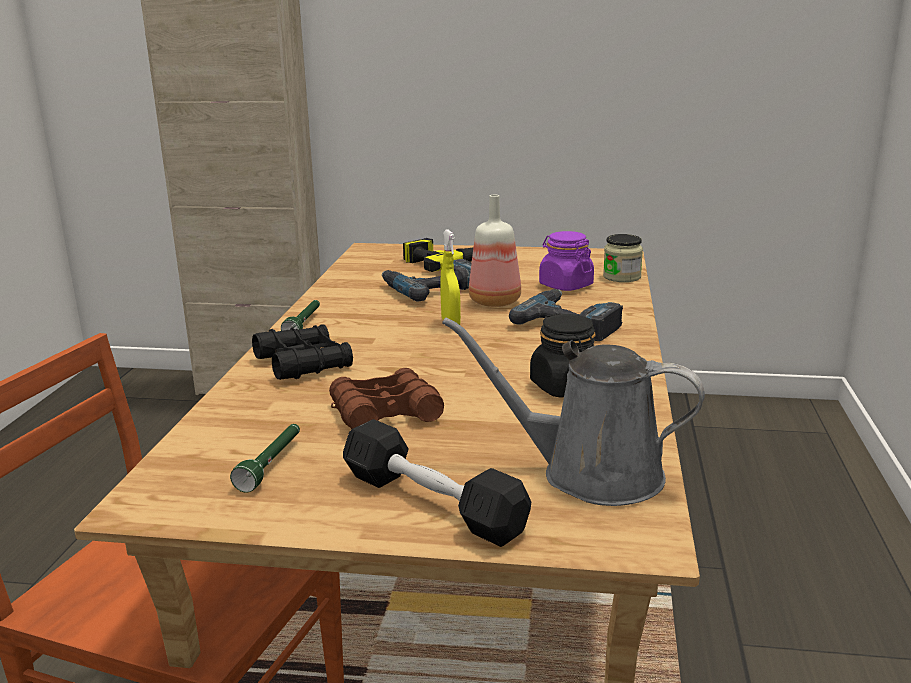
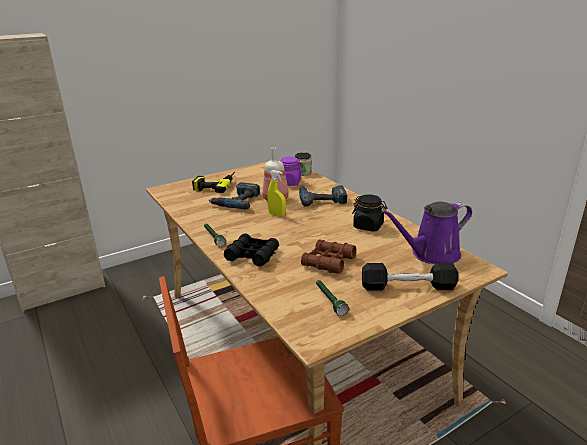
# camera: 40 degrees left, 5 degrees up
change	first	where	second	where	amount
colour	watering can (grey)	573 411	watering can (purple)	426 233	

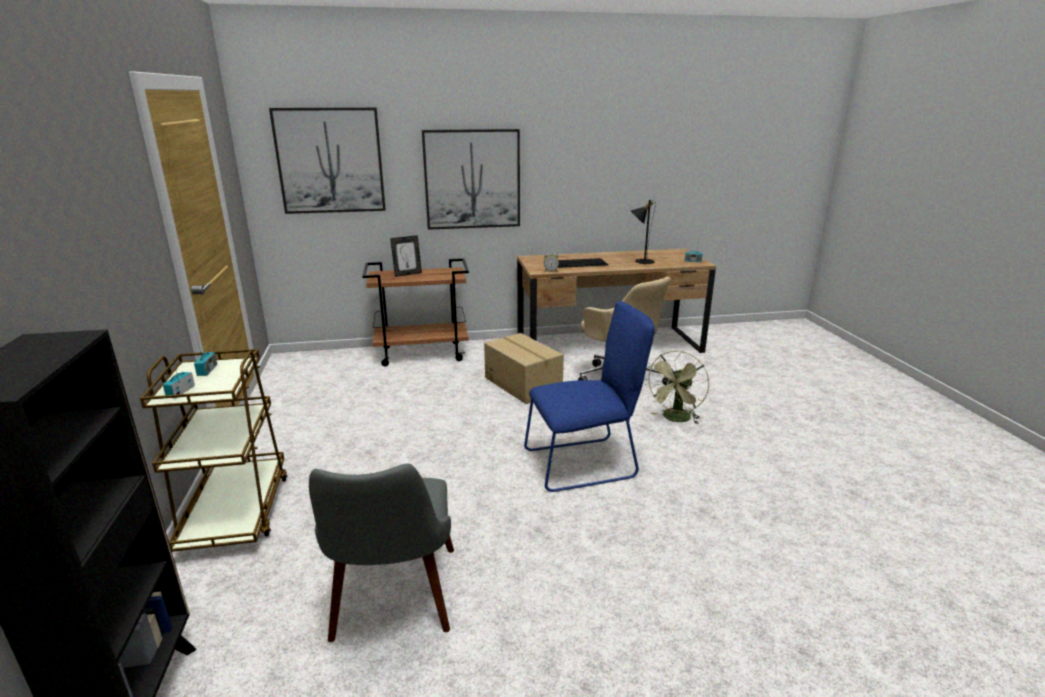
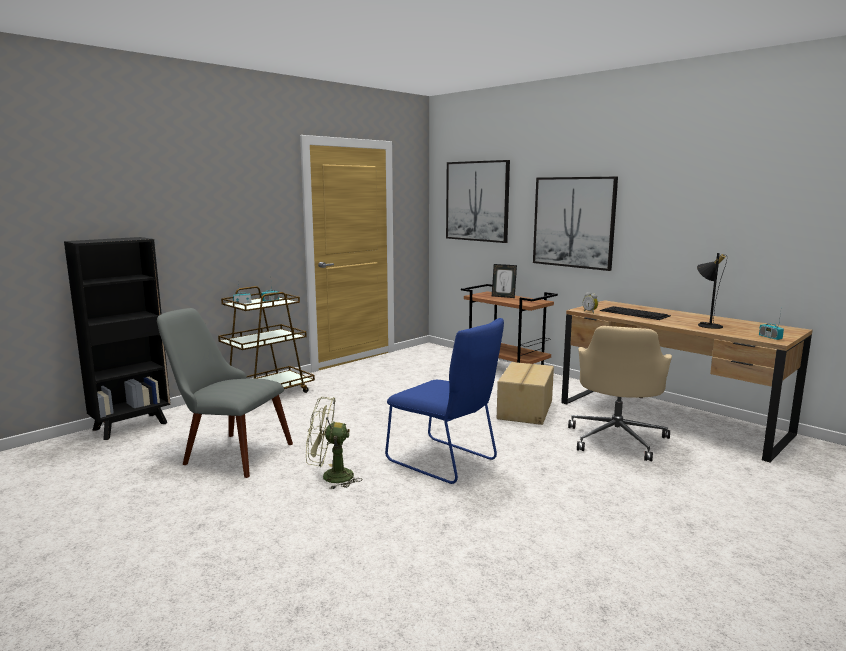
# camera: 55 degrees right, 10 degrees down
change	first	where	second	where	amount
spun	chair (grey)	381 553		225 393	60 degrees clockwise
relocated	fan (green)	677 387		334 443	

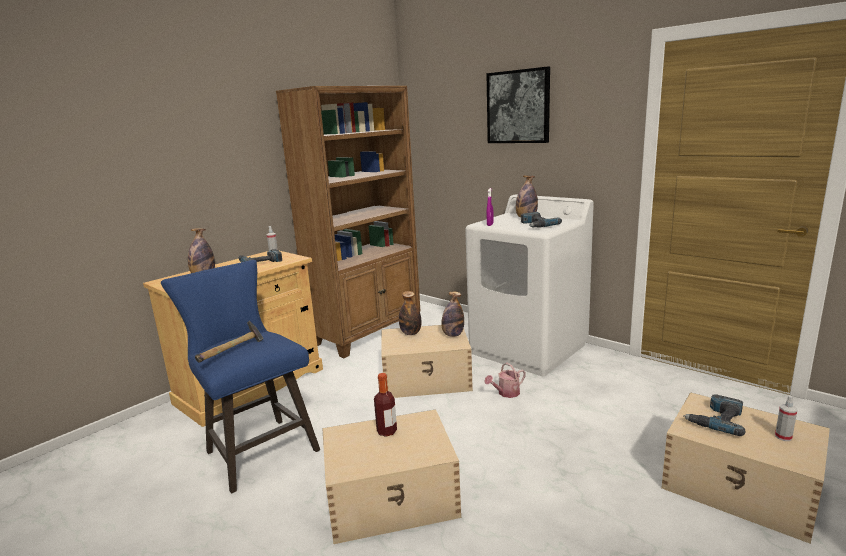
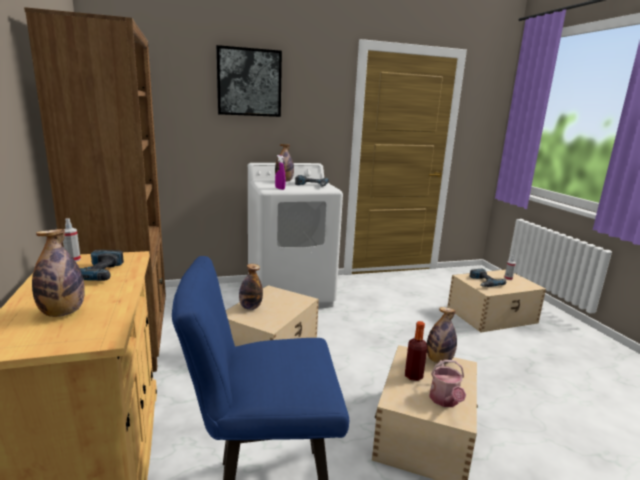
# camera: 60 degrees left, 0 degrees up
change	first	where	second	where	amount
missing	hammer	229 342			
relocated	bottle	452 314		442 335	
relocated	watering can	505 380		447 383	

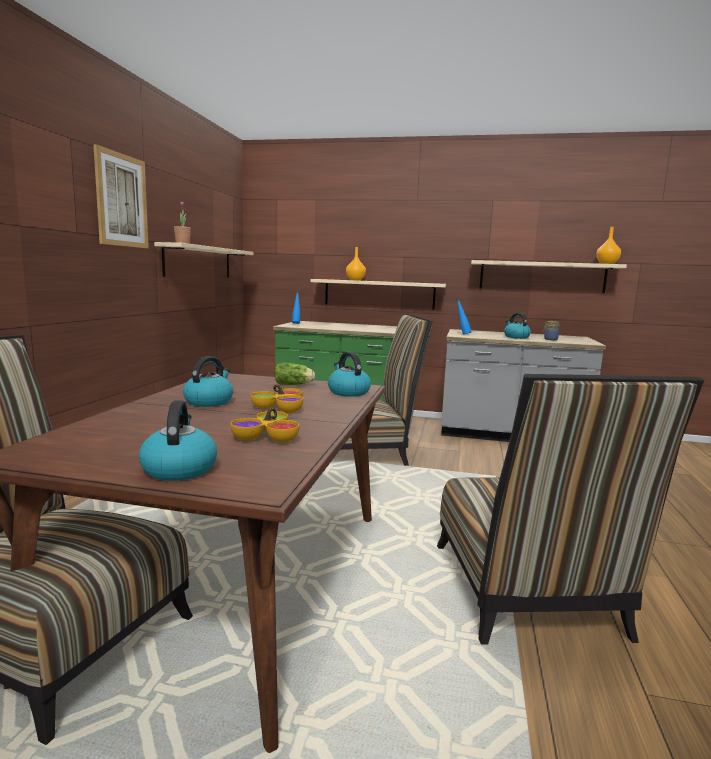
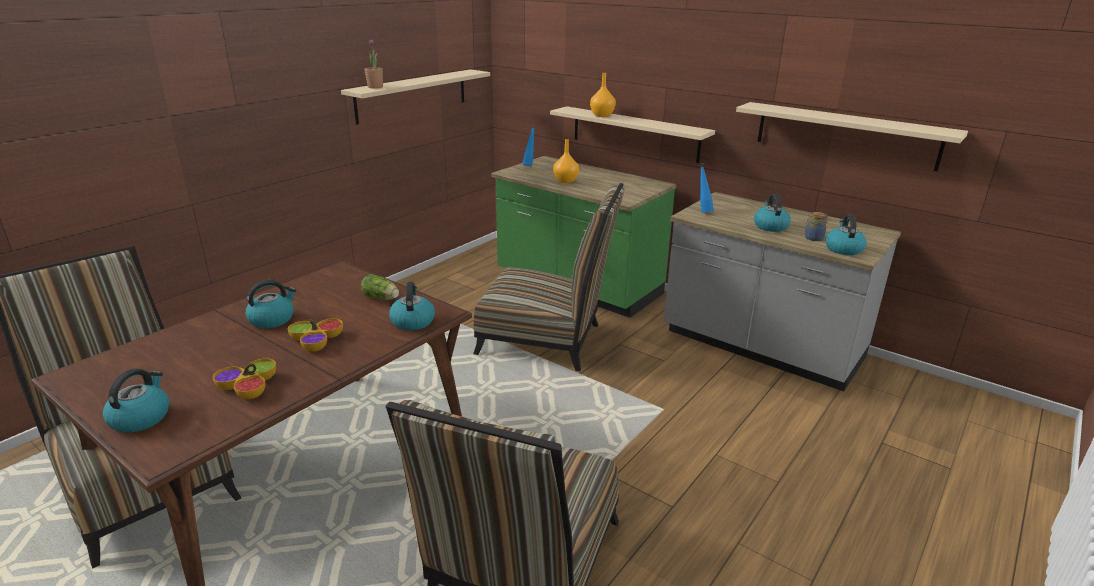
# camera: 25 degrees right, 15 degrees up
change	first	where	second	where	amount
missing	picture	121 196			
relocated	vase (orange)	608 245		566 161	
appeared			kettle	846 234	

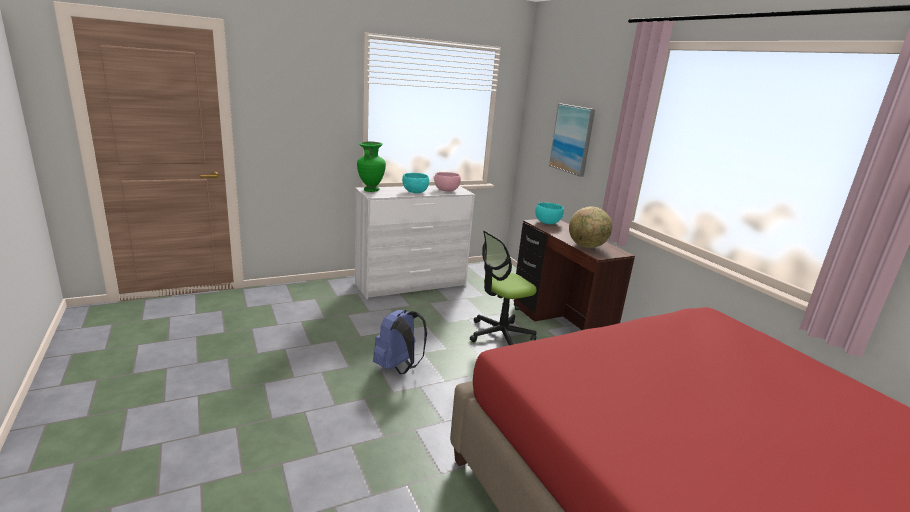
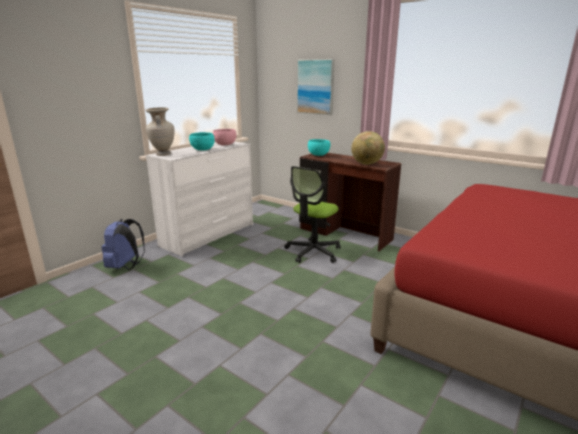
# camera: 25 degrees left, 0 degrees up
change	first	where	second	where	amount
colour	vase (green)	371 166	vase (beige)	160 131	
relocated	backpack (blue)	400 342		123 244	

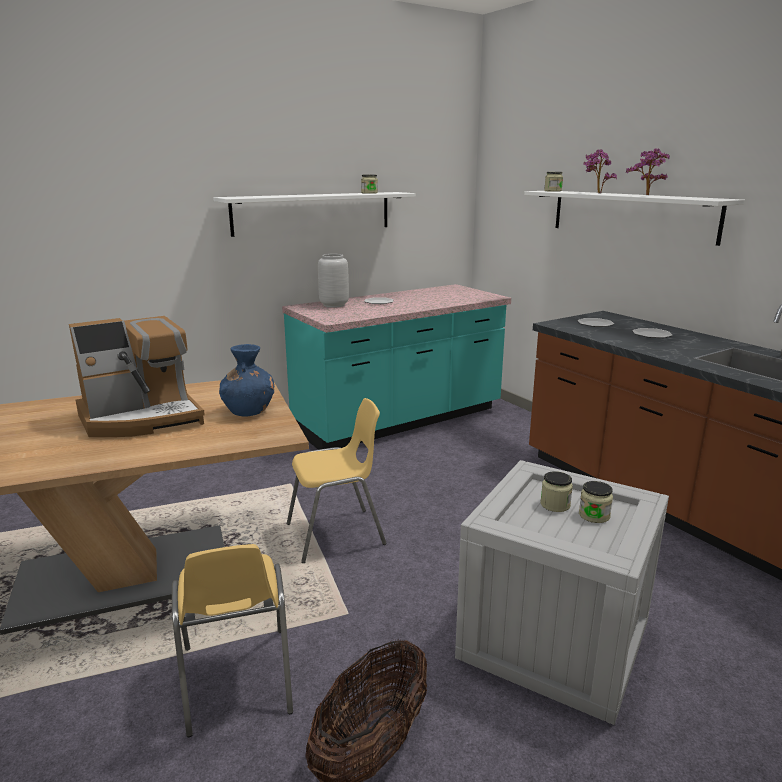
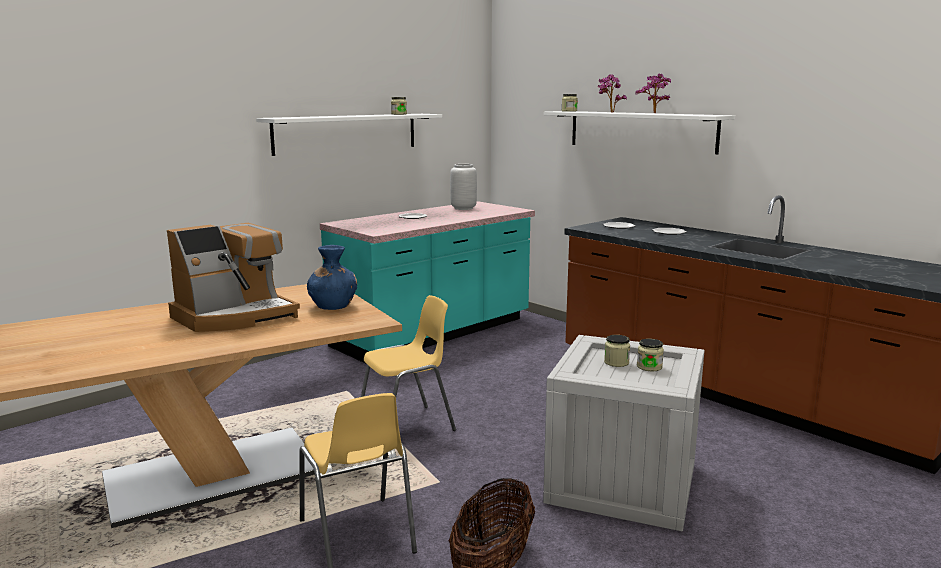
# camera: 10 degrees left, 5 degrees down
change	first	where	second	where	amount
relocated	vase (grey)	333 281		463 187	

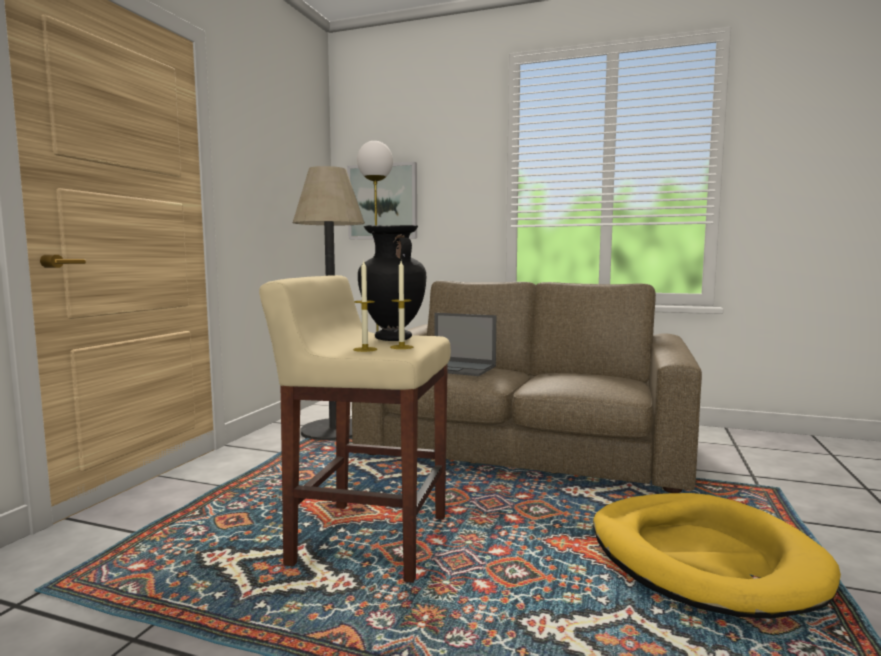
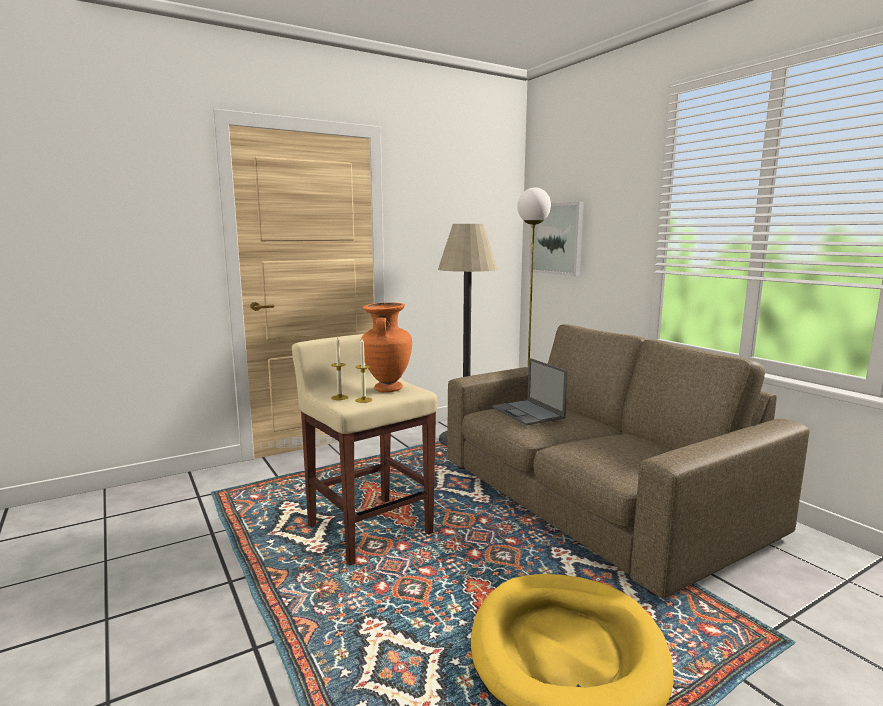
# camera: 40 degrees right, 5 degrees up
change	first	where	second	where	amount
colour	vase (black)	392 283	vase (orange)	386 347	

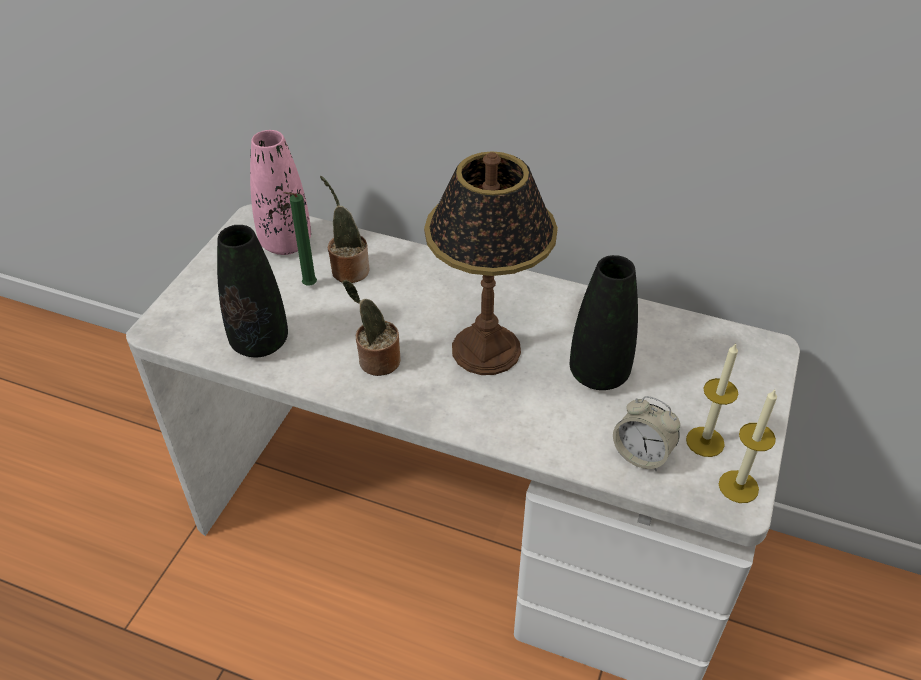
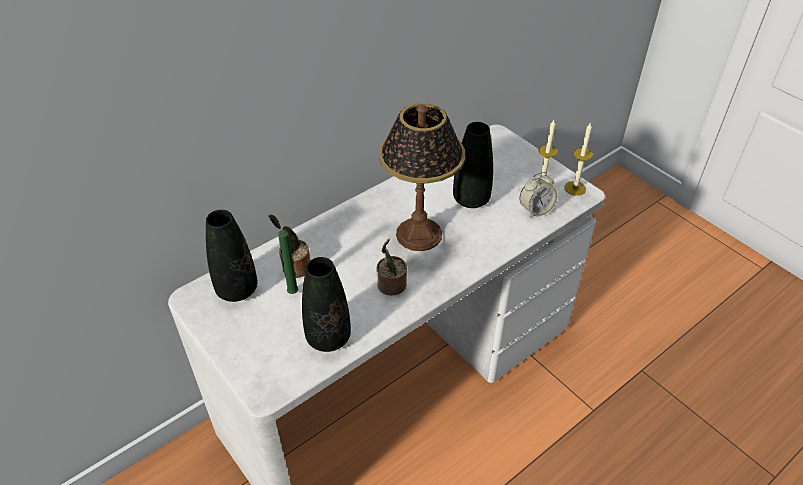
# camera: 60 degrees left, 0 degrees up
change	first	where	second	where	amount
colour	vase (pink)	280 192	vase (black)	232 256	

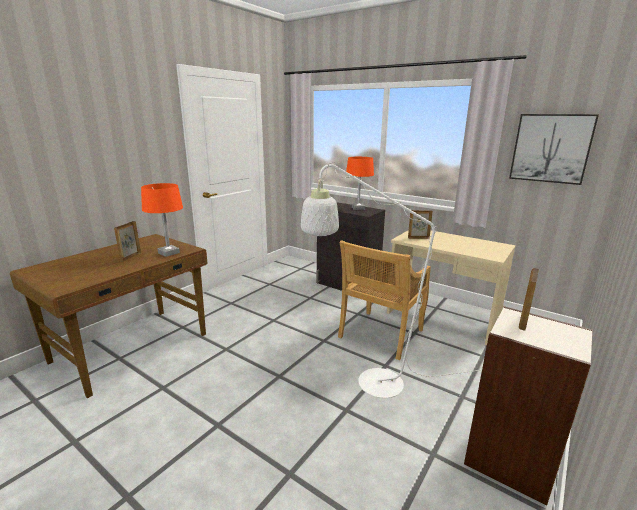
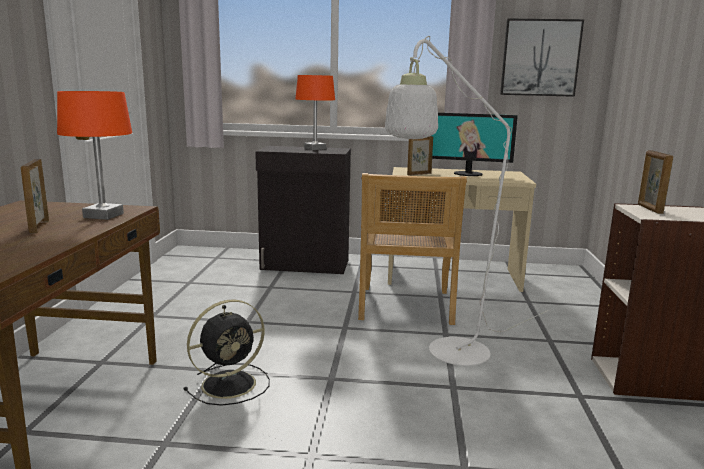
# camera: 30 degrees left, 5 degrees down
change	first	where	second	where	amount
appeared			fan (black)	227 353	
appeared			monitor	474 144	

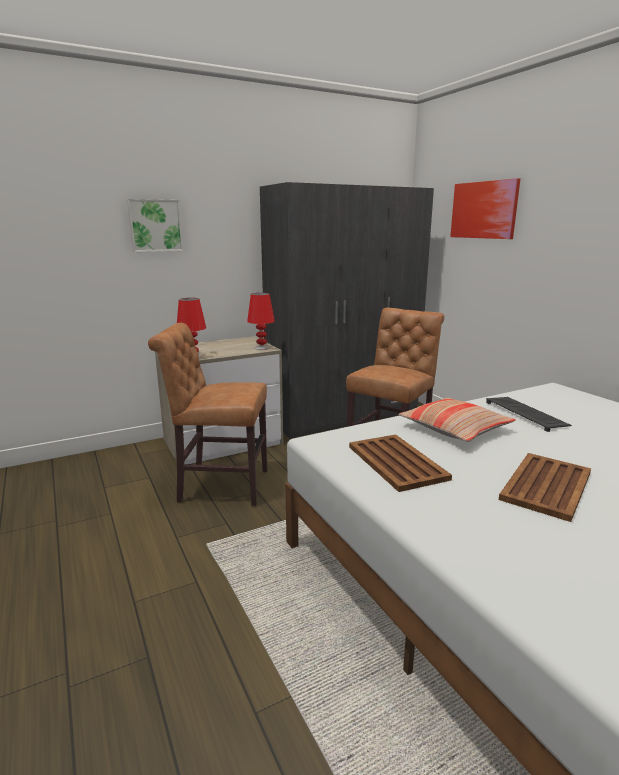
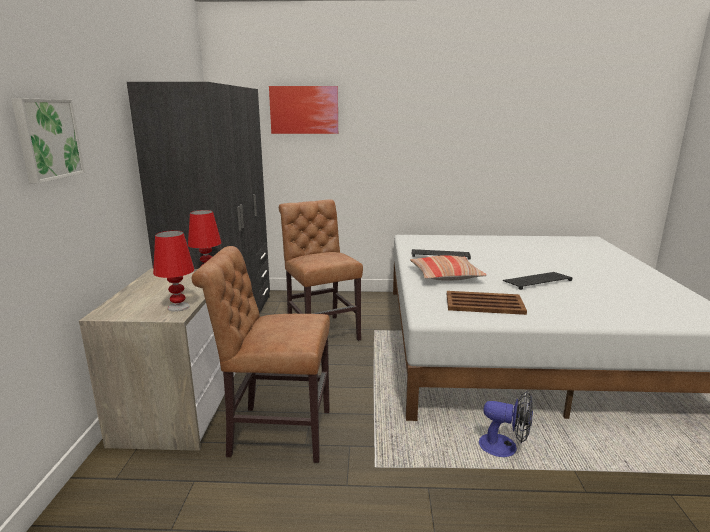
# camera: 60 degrees left, 0 degrees up
change	first	where	second	where	amount
spun	chair (brown)	207 414		261 354	60 degrees clockwise
exchanged	tray (brown)	545 487	keyboard	537 281	
appeared			fan	506 424	

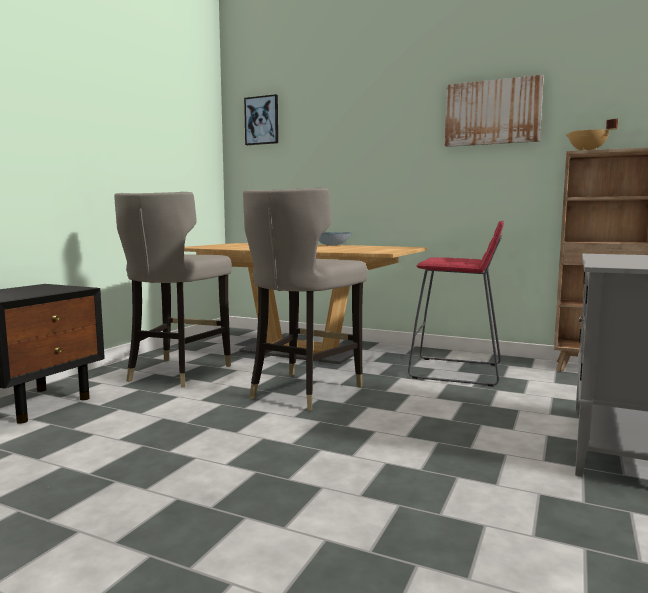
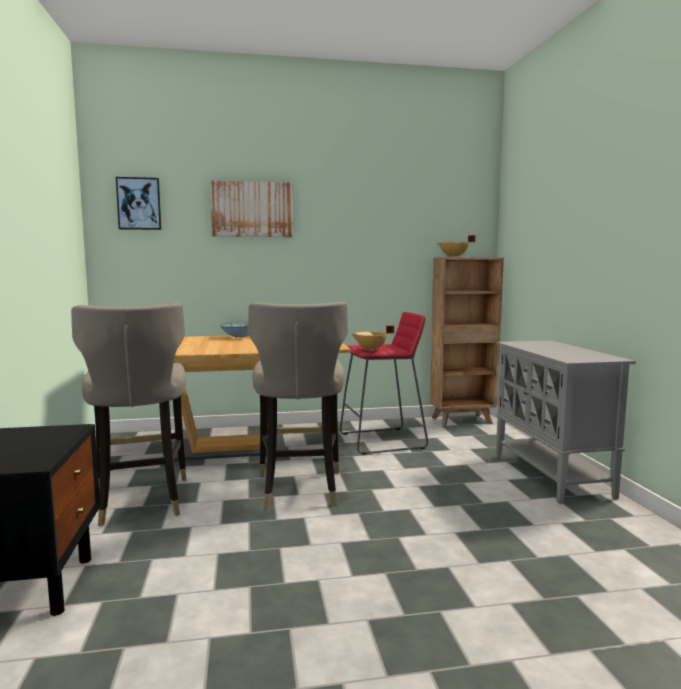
# camera: 35 degrees left, 0 degrees up
change	first	where	second	where	amount
relocated	picture	494 111		251 208	
appeared			cooking pot (beige)	372 338	

